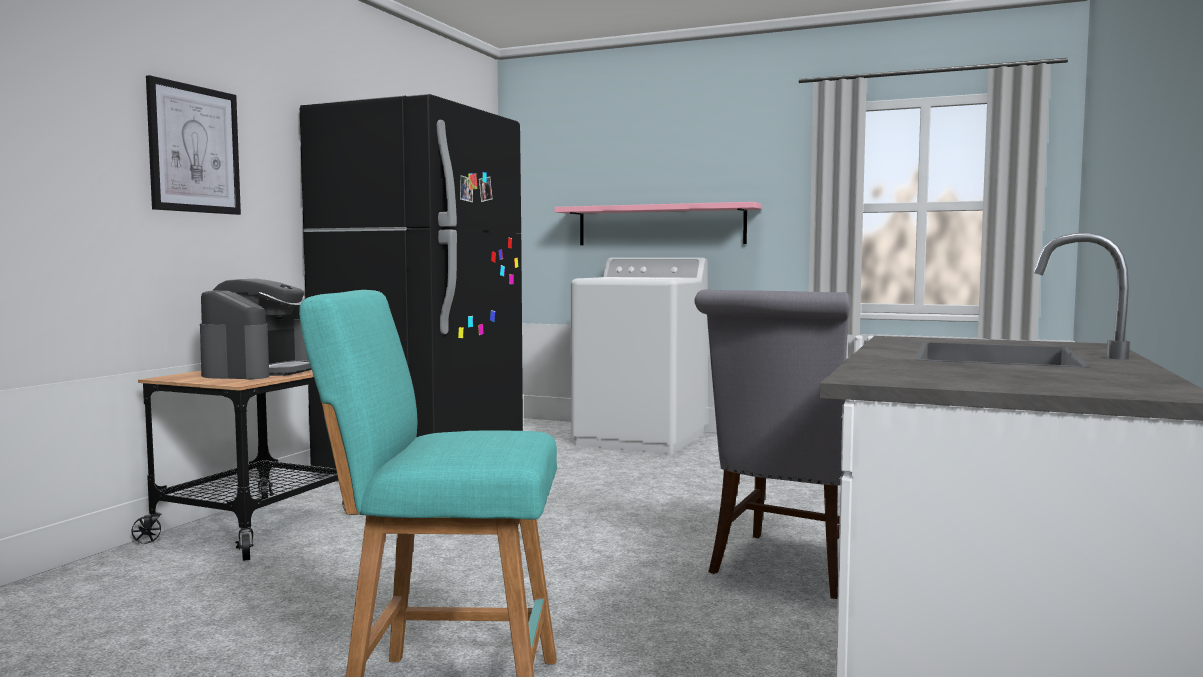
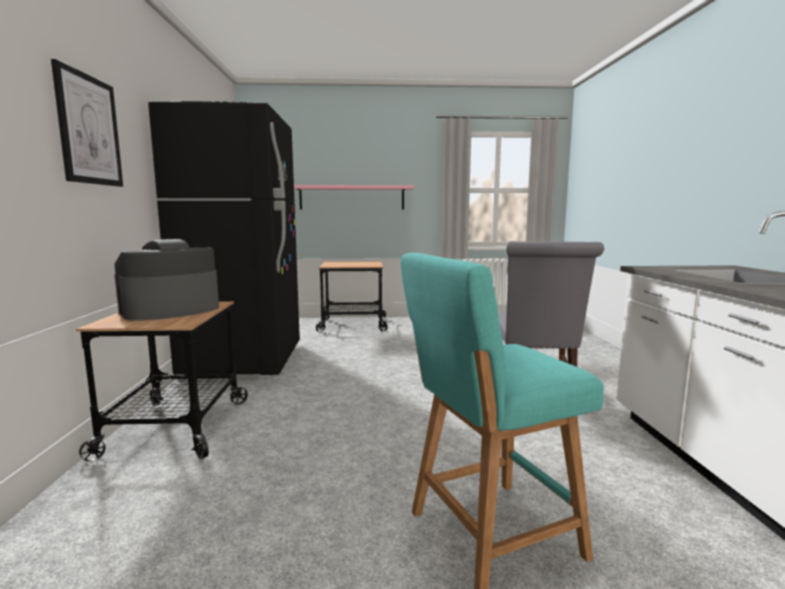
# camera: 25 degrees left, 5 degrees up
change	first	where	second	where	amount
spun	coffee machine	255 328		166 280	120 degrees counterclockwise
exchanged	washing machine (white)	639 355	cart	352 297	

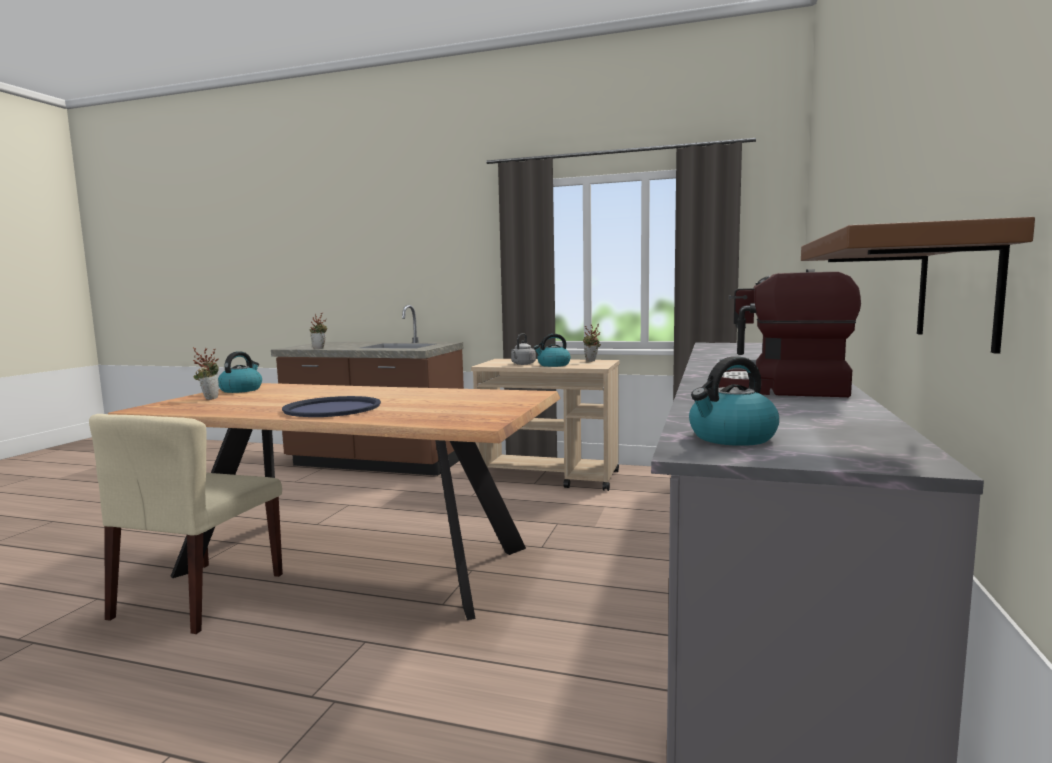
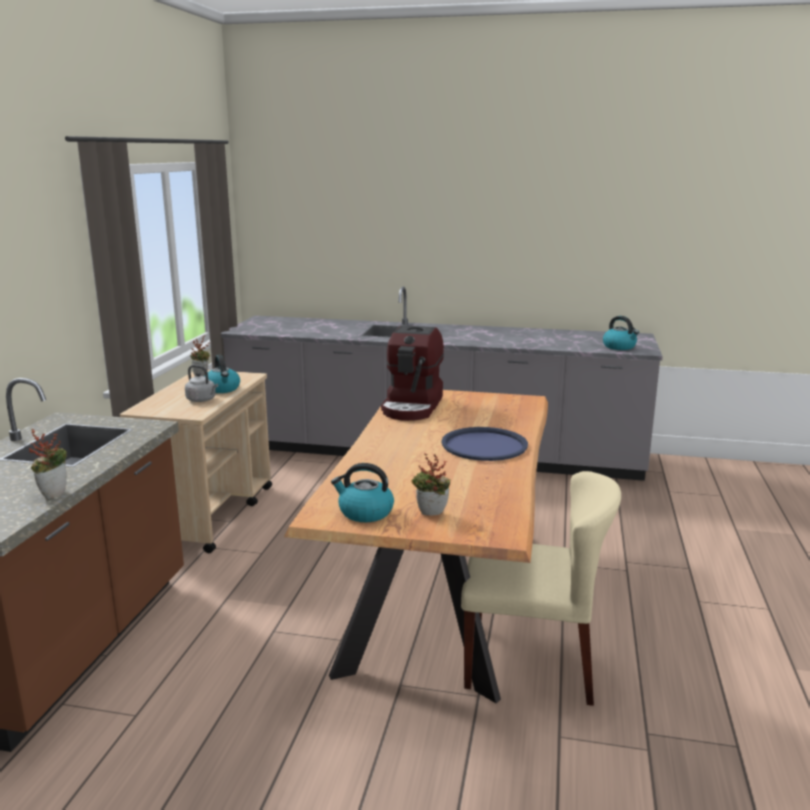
# camera: 95 degrees left, 10 degrees up
change	first	where	second	where	amount
relocated	coffee machine	790 333		412 373	
missing	shelf (brown)	918 285			

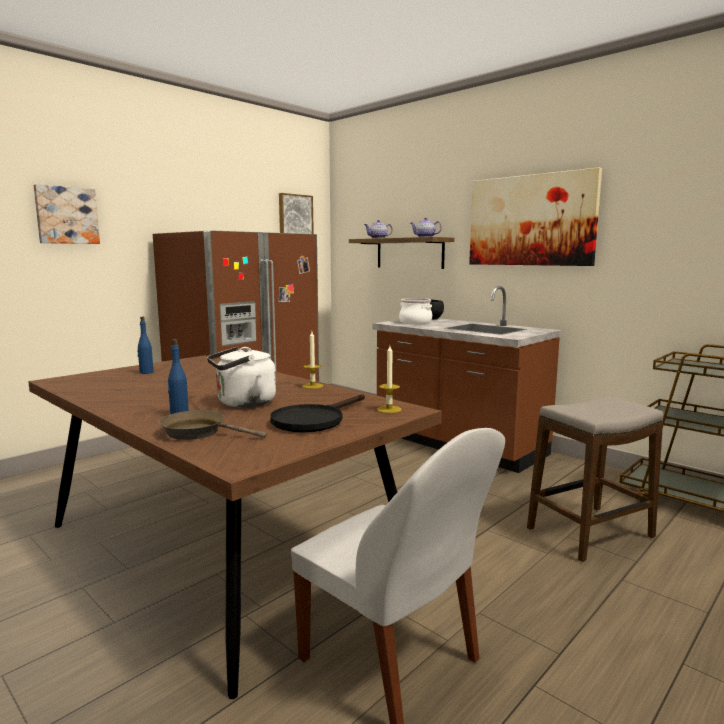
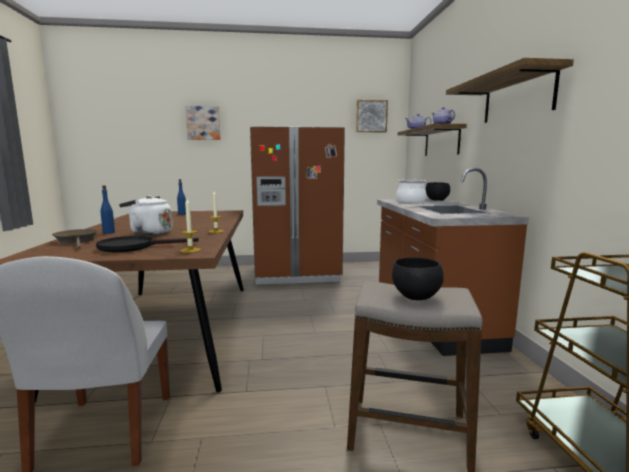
# camera: 40 degrees right, 0 degrees up
change	first	where	second	where	amount
exchanged	picture	535 216	shelf	510 90	
appeared			bowl (black)	418 278	

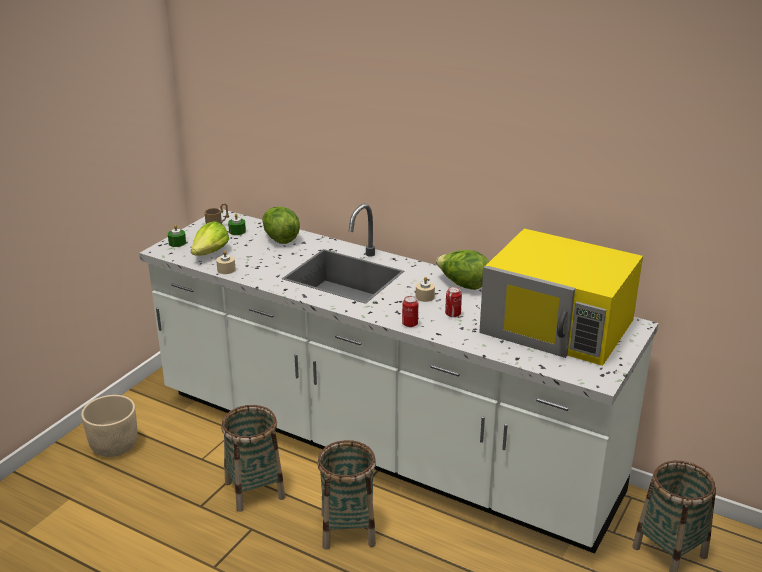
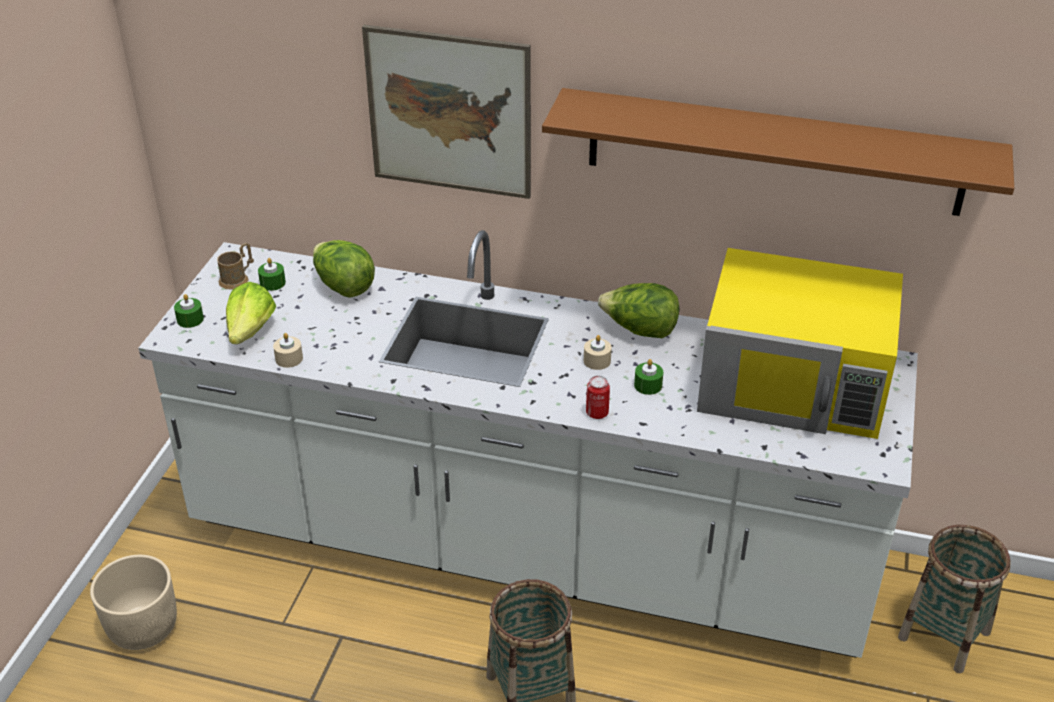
# camera: 15 degrees left, 10 degrees up
change	first	where	second	where	amount
missing	basket	253 458			
exchanged	can	453 301	candle (green)	648 377	
appeared			picture	446 112	
appeared			shelf (brown)	778 152	

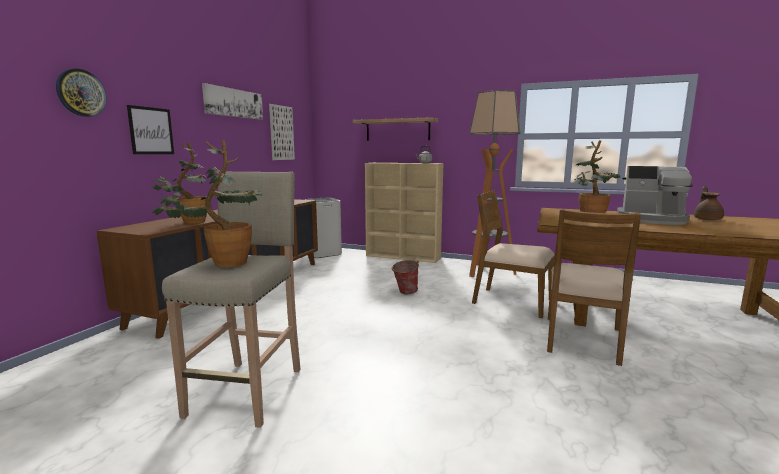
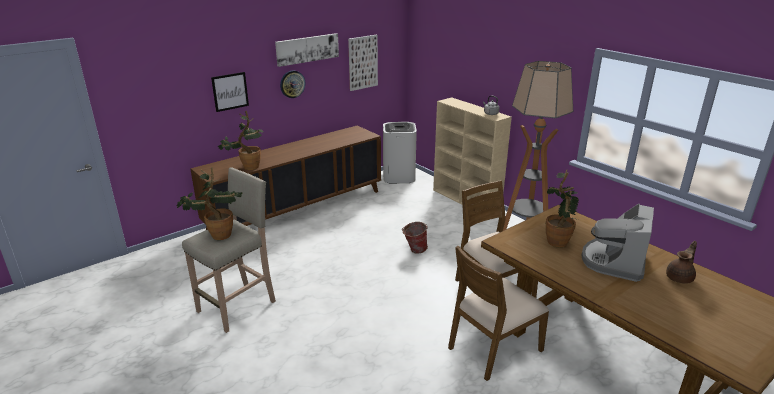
# camera: 30 degrees right, 15 degrees up
change	first	where	second	where	amount
relocated	wall clock	81 92		292 84	
missing	shelf	395 129			
spun	coffee machine	655 195		618 243	60 degrees clockwise

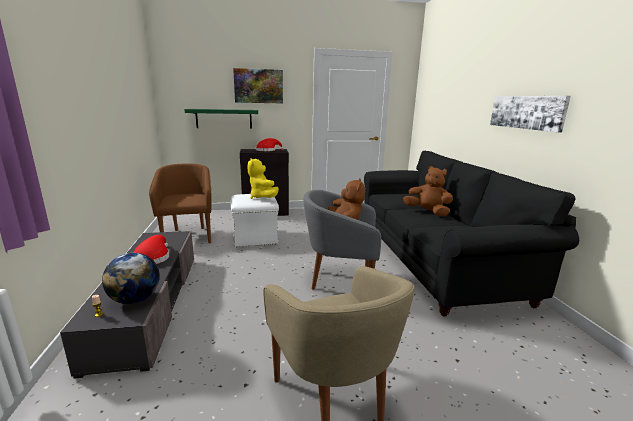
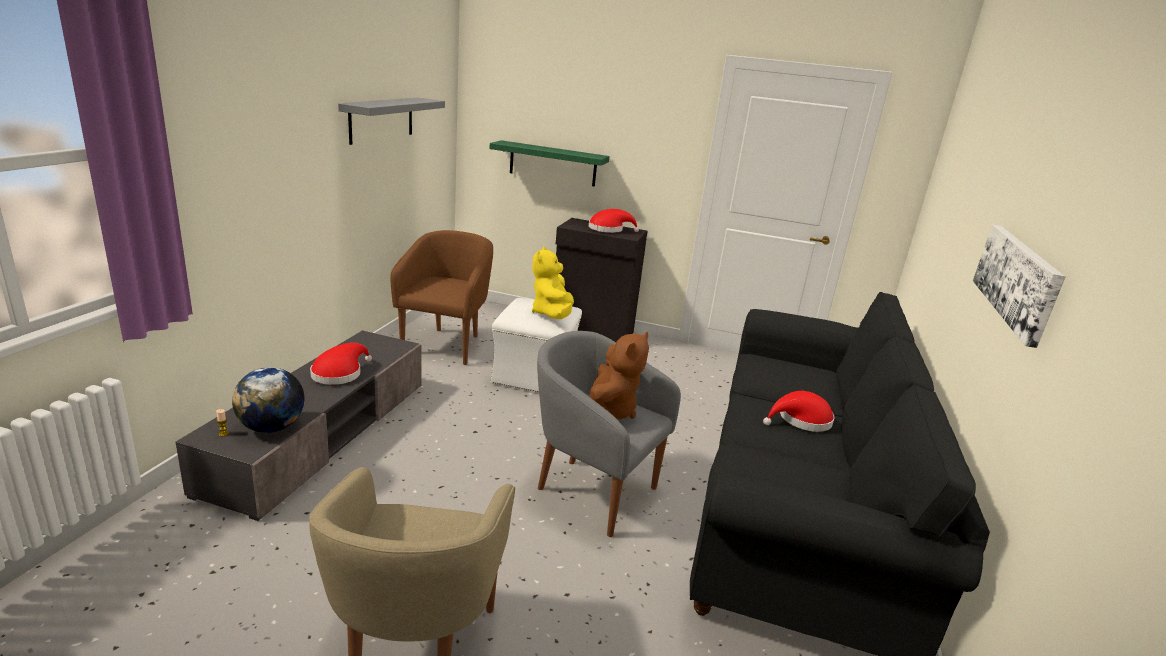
# camera: 25 degrees right, 5 degrees up
change	first	where	second	where	amount
missing	picture	258 86			
exchanged	plush toy (brown)	428 191	hat (red)	798 411	
appeared			shelf (grey)	391 121	

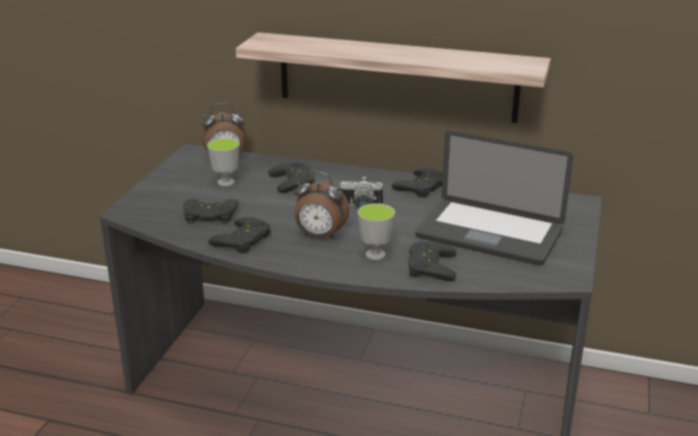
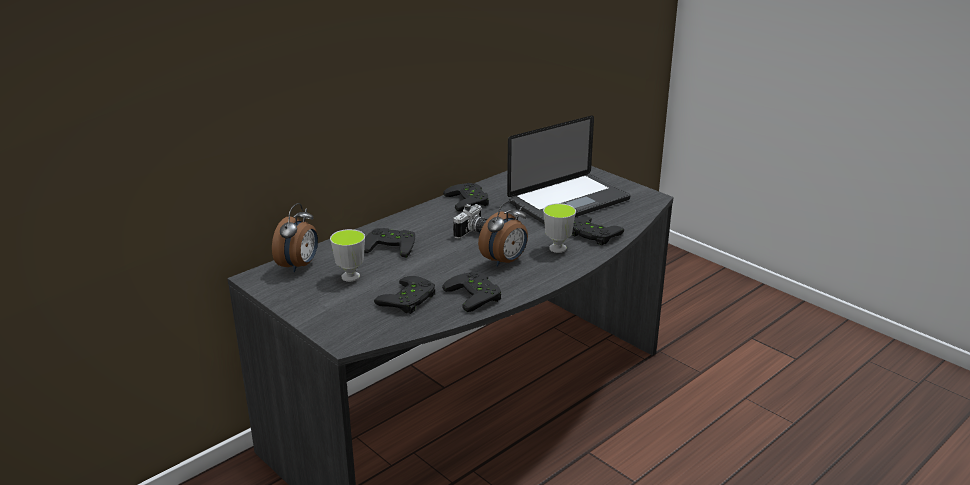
# camera: 60 degrees left, 0 degrees up
change	first	where	second	where	amount
missing	shelf	393 77			

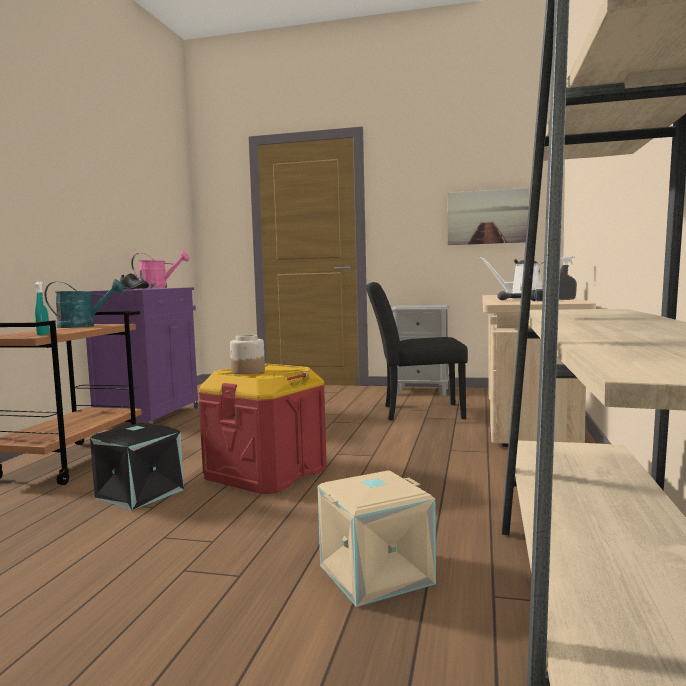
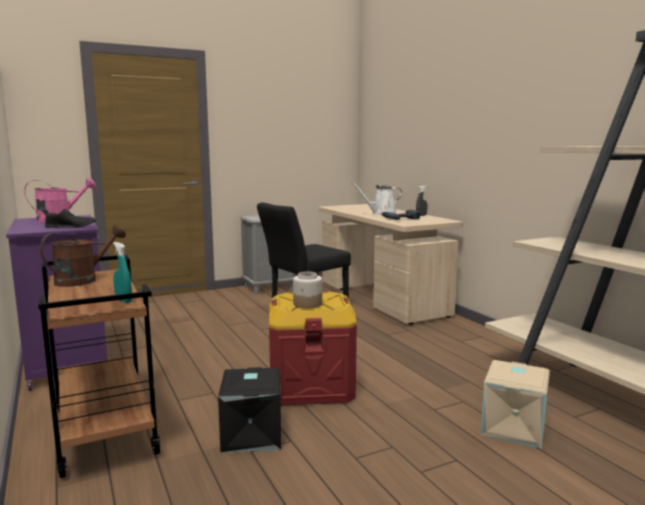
# camera: 40 degrees left, 5 degrees up
change	first	where	second	where	amount
colour	watering can (turquoise)	84 303	watering can (brown)	83 255	
missing	picture	488 216			

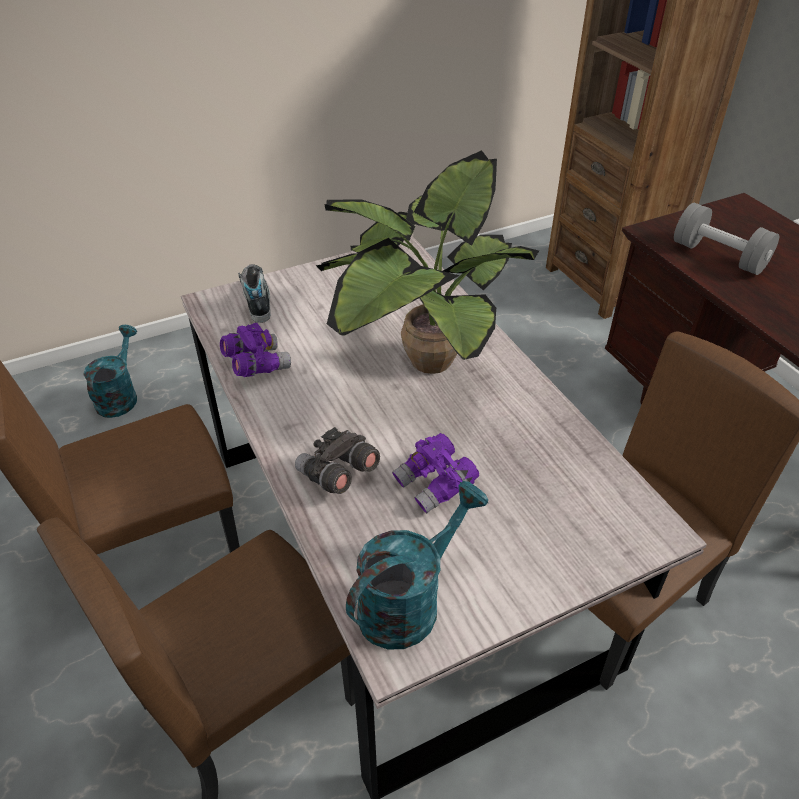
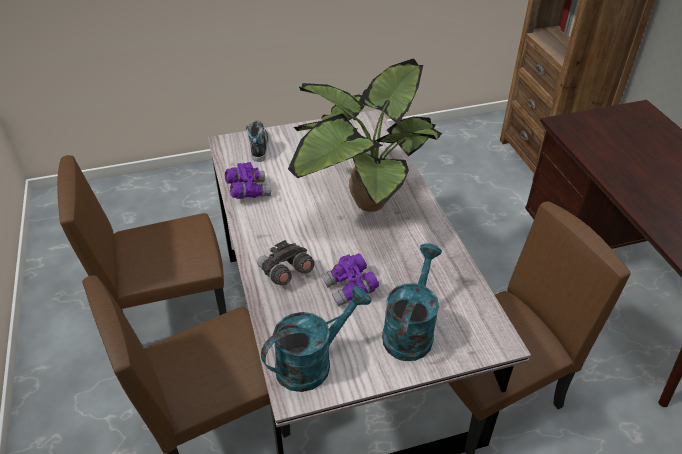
# camera: 10 degrees right, 0 degrees up
change	first	where	second	where	amount
relocated	watering can (turquoise)	110 371		412 302	
missing	dumbbell (grey)	726 239			

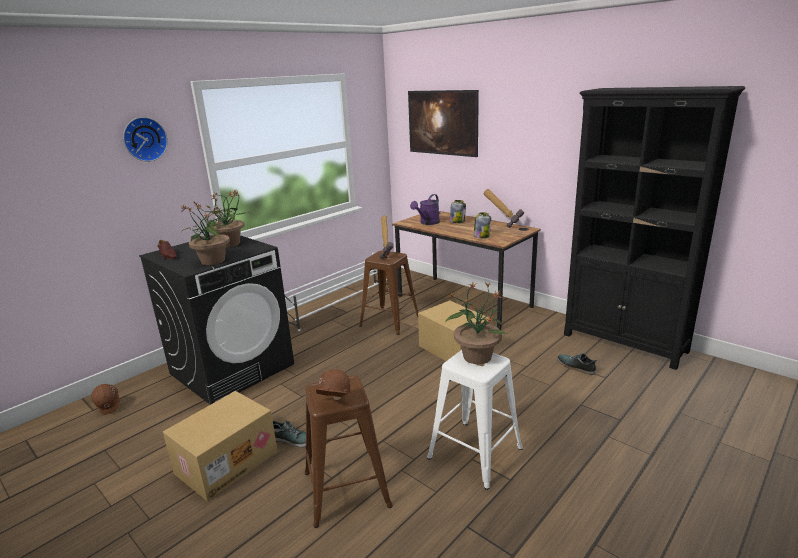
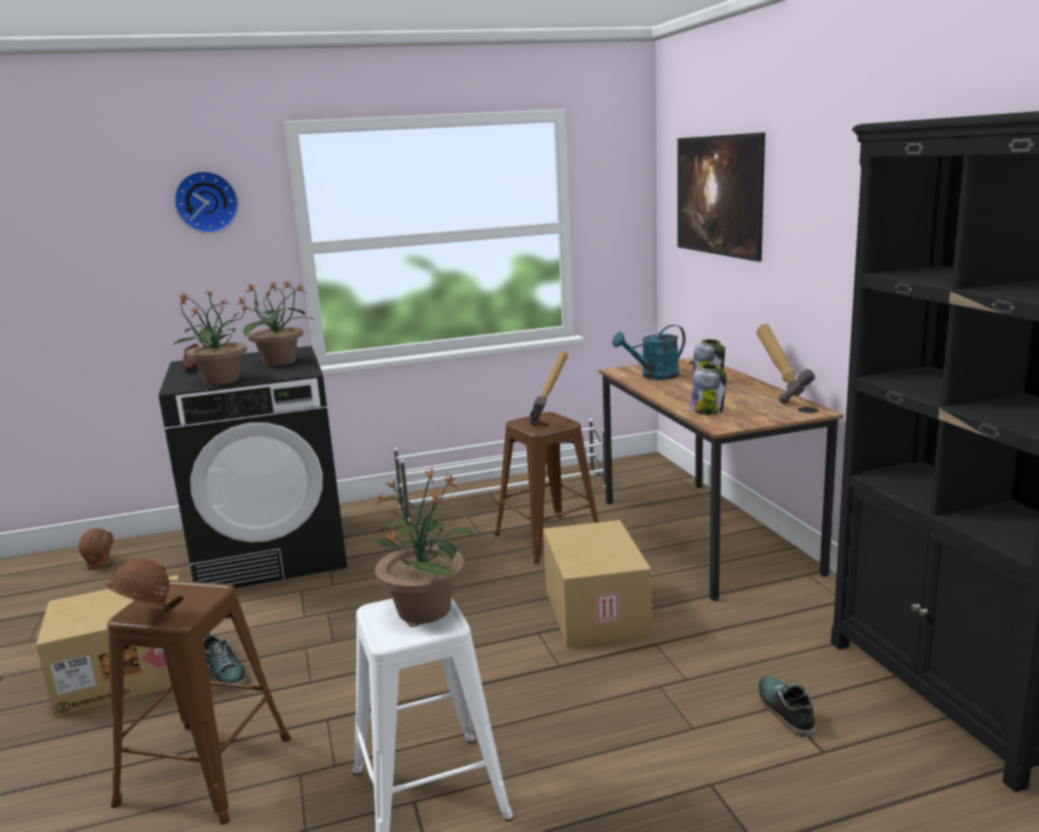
# camera: 30 degrees right, 5 degrees down
change	first	where	second	where	amount
colour	watering can (purple)	425 209	watering can (turquoise)	648 352	

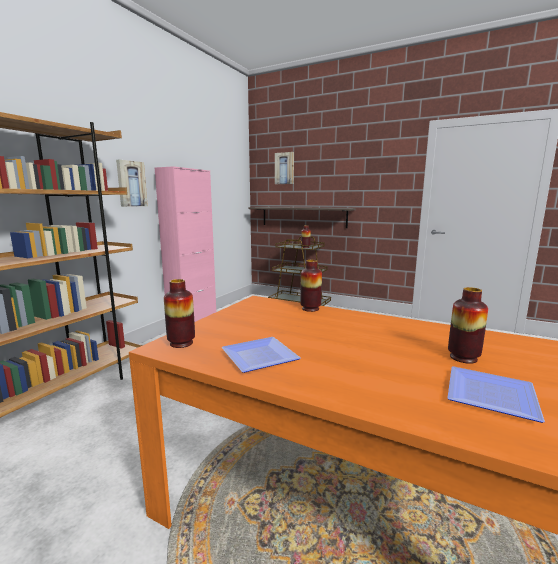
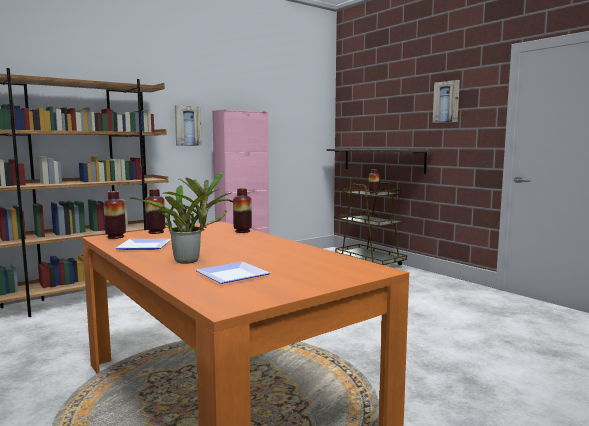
# camera: 25 degrees right, 5 degrees down
change	first	where	second	where	amount
relocated	picture	284 168		446 101	
relocated	vase	468 325		155 211	
appeared			potted plant	182 218	

